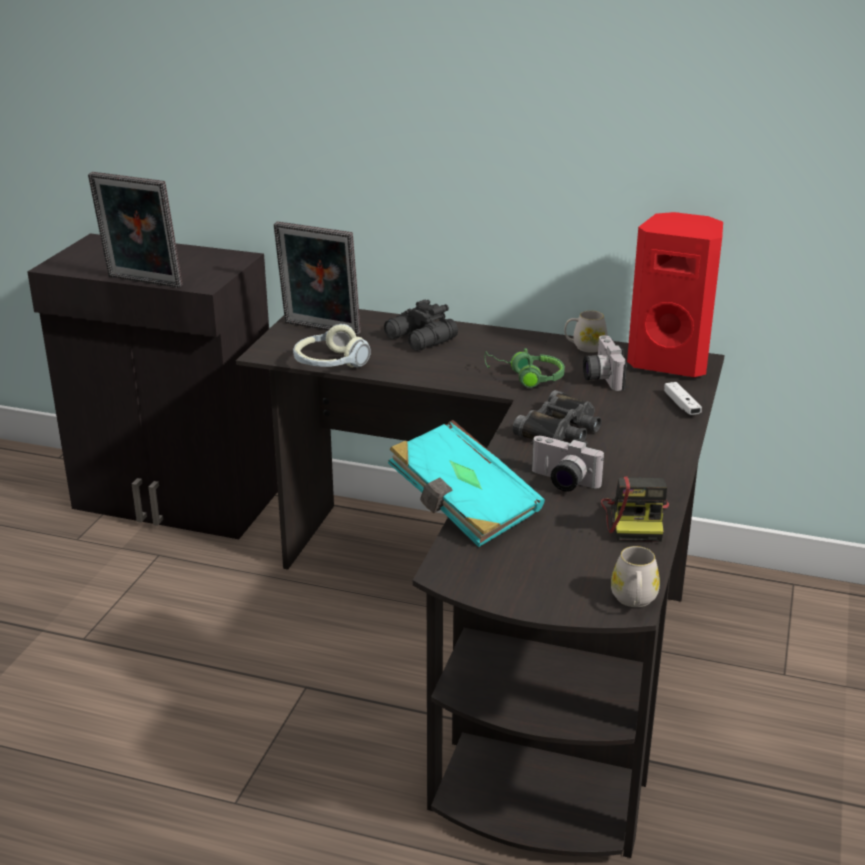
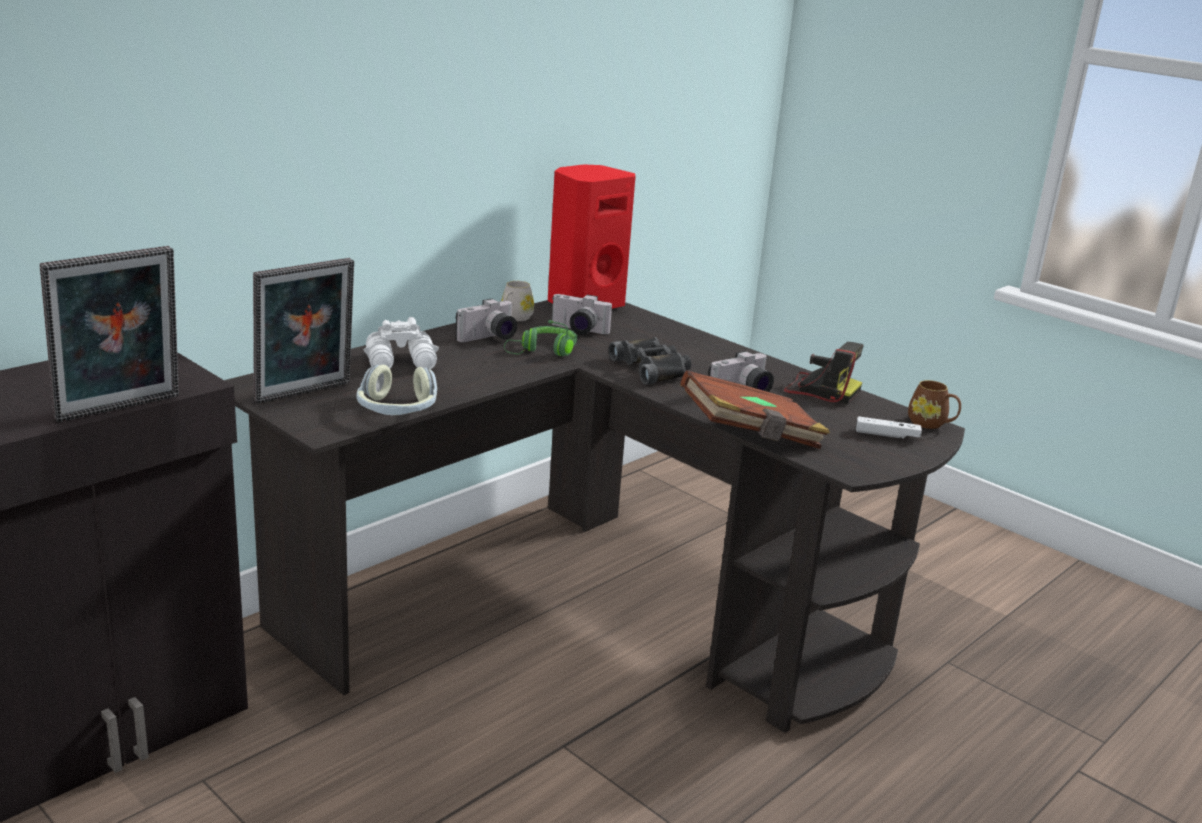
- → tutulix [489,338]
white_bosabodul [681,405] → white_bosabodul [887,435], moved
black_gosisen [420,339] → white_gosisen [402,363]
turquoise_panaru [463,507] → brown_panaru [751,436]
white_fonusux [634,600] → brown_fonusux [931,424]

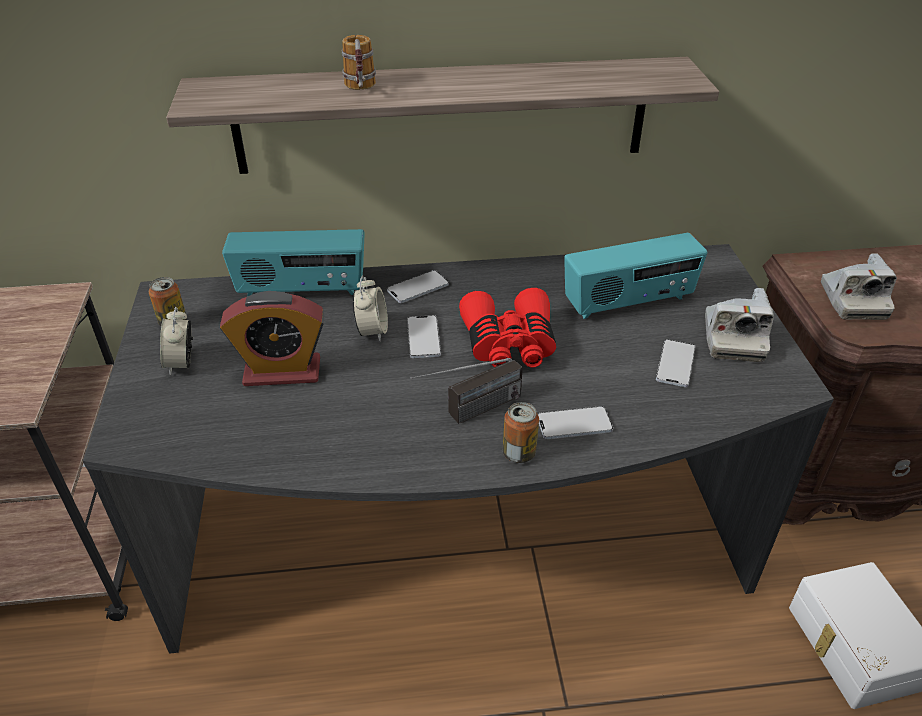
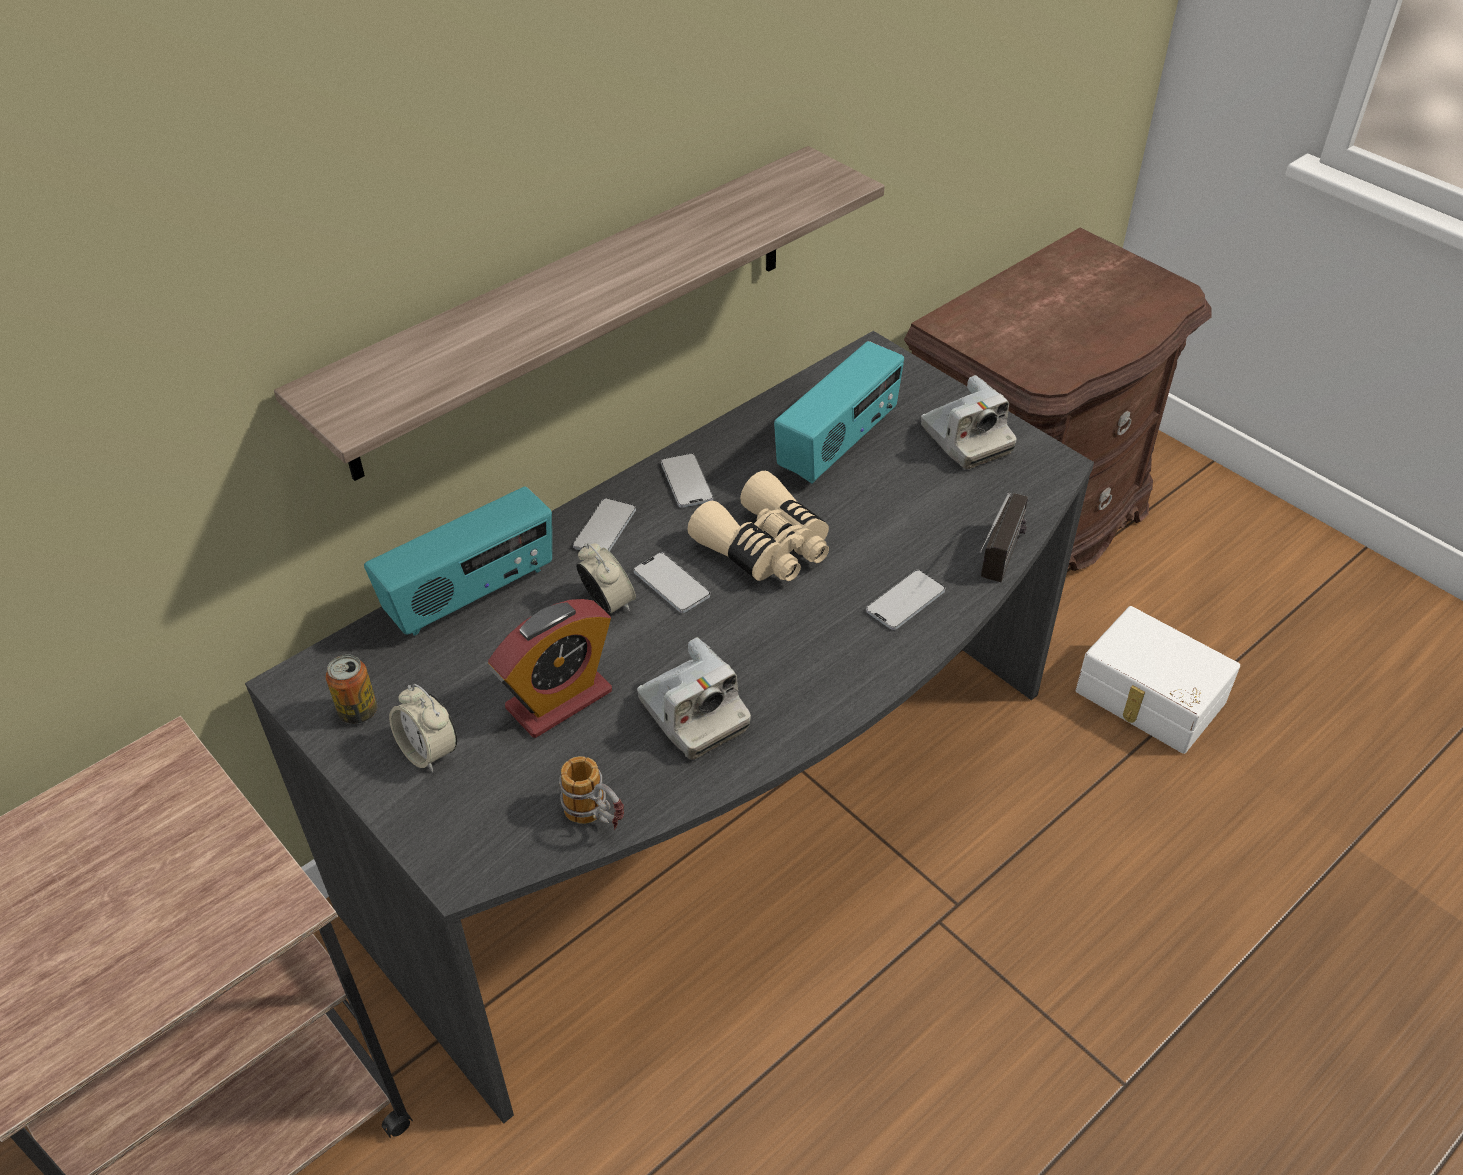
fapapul [519,453] → -
fonusux [360,89] → fonusux [597,819], moved
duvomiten [469,413] → duvomiten [998,568], moved
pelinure [675,364] → pelinure [686,482], moved
tutulix [852,301] → tutulix [693,715], moved
red_gosisen [509,344] → beige_gosisen [766,548]

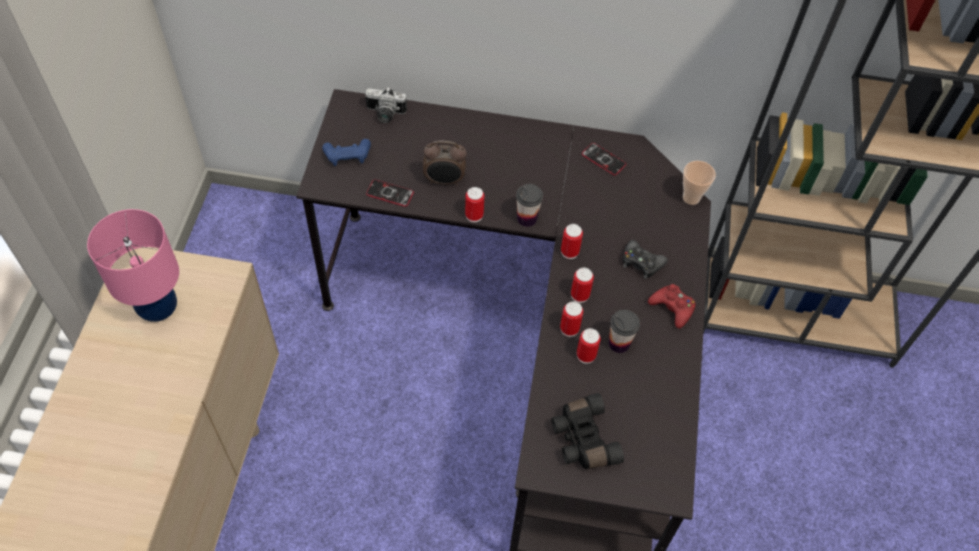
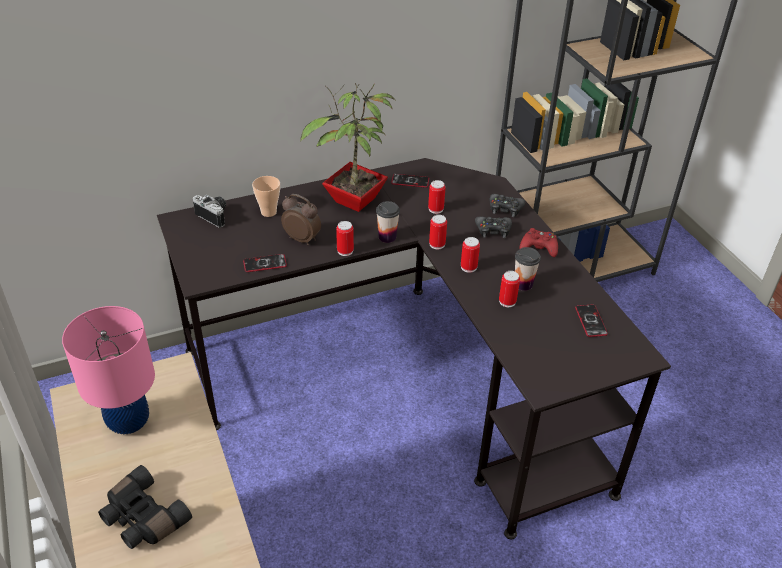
blue_bosabodul [347,156] → -
- → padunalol [353,202]
- → black_bosabodul [505,209]
- → pelinure [590,321]
black_gosisen [582,439] → black_gosisen [142,519], moved
fapapul [569,328] → fapapul [435,209], moved
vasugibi [691,198] → vasugibi [268,212], moved
tutulix [384,114] → tutulix [215,215], 120 degrees counterclockwise
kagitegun [444,181] → kagitegun [302,239], 120 degrees counterclockwise

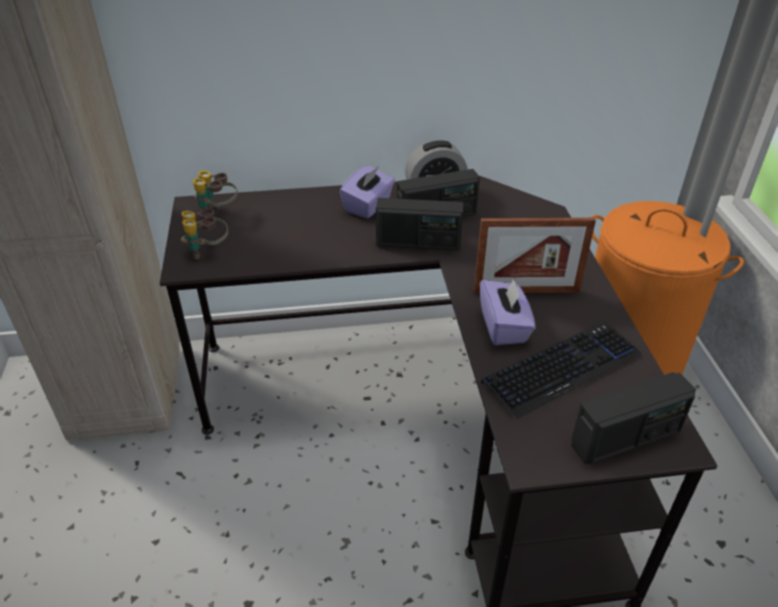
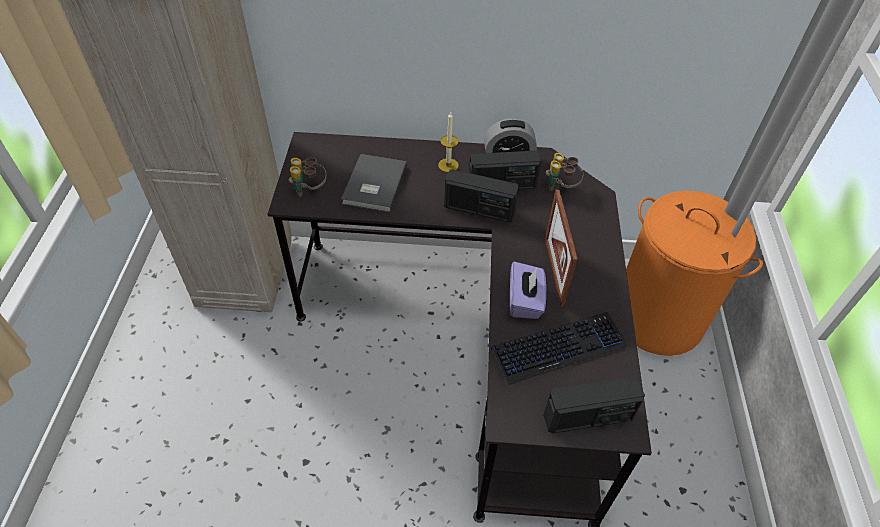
- → grey_panaru [373,185]
gosisen [218,212] → gosisen [561,187], moved
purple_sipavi [368,205] → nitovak [448,165]
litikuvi [526,291] → litikuvi [554,271], 75 degrees clockwise

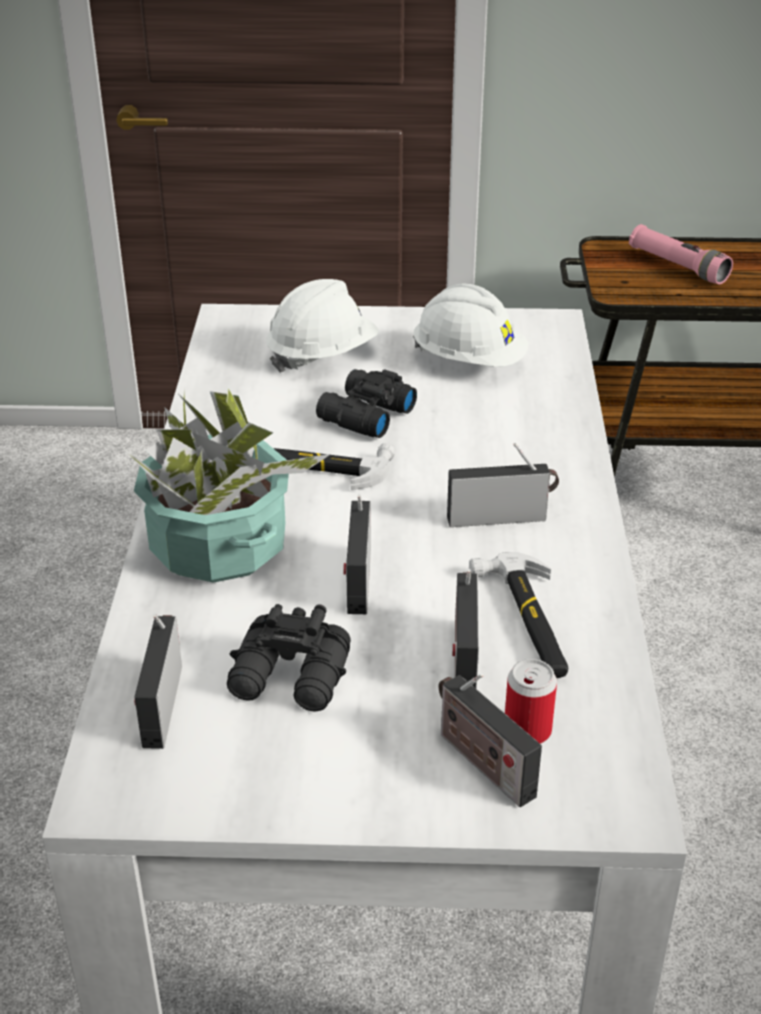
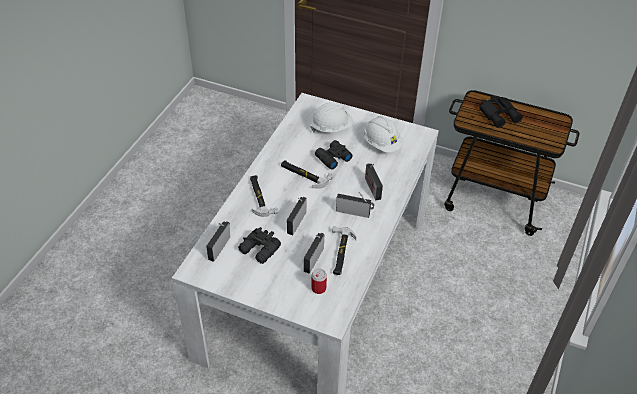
duvomiten [481,762] → duvomiten [371,187], moved
padunalol [218,545] → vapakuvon [260,197]
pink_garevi [677,266] → black_gosisen [499,114]

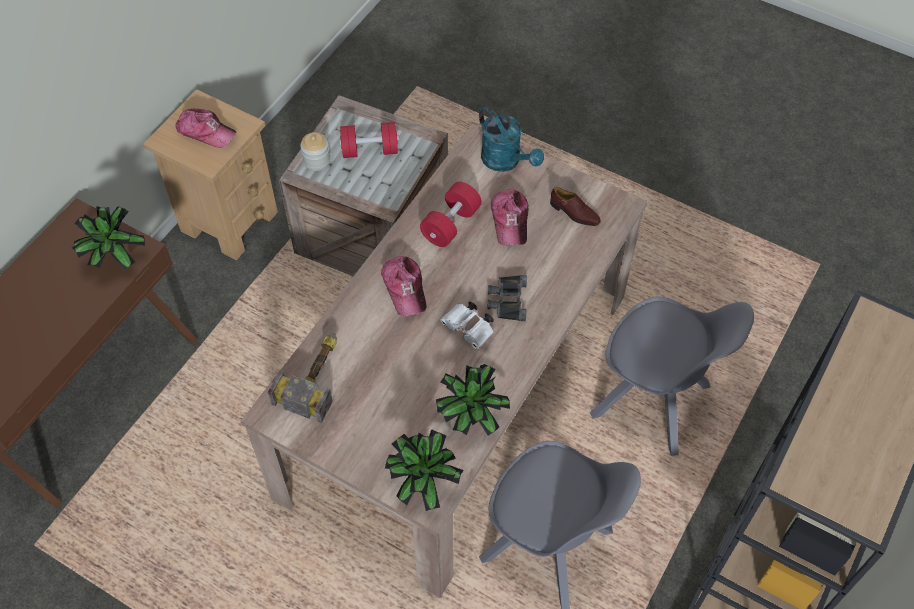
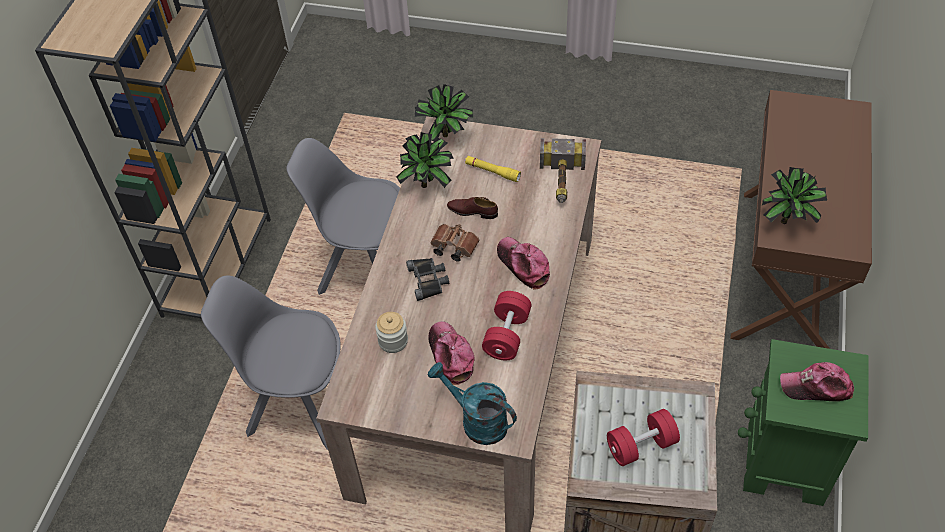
- → yellow_garevi [492,172]
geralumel [317,161] → geralumel [393,341], moved
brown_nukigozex [574,213] → brown_nukigozex [472,211], moved
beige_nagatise [231,221] → green_nagatise [782,464]
white_gosisen [470,330] → brown_gosisen [452,247]

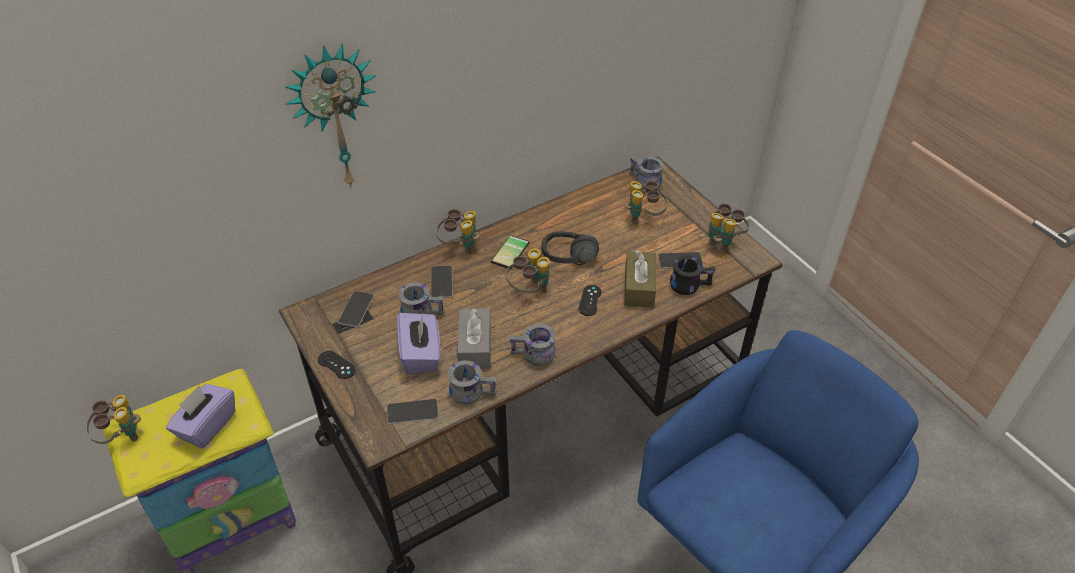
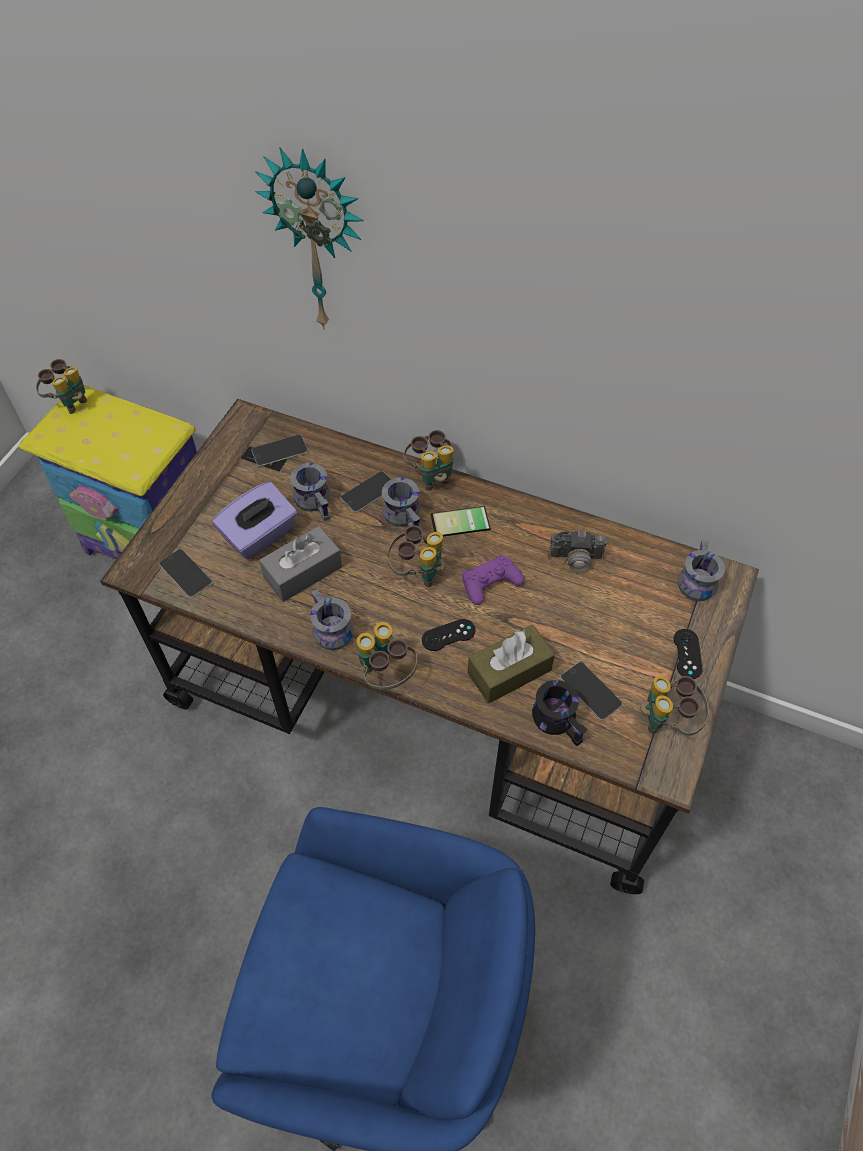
purple_sipavi [207,426] → -
- → tutulix [581,561]
black_bosabodul [336,365] → black_bosabodul [687,654], moved
grey_fonusux [472,390] → grey_fonusux [406,516], moved
gosisen [644,217] → gosisen [386,674], moved
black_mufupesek [569,262] → purple_bosabodul [490,583]

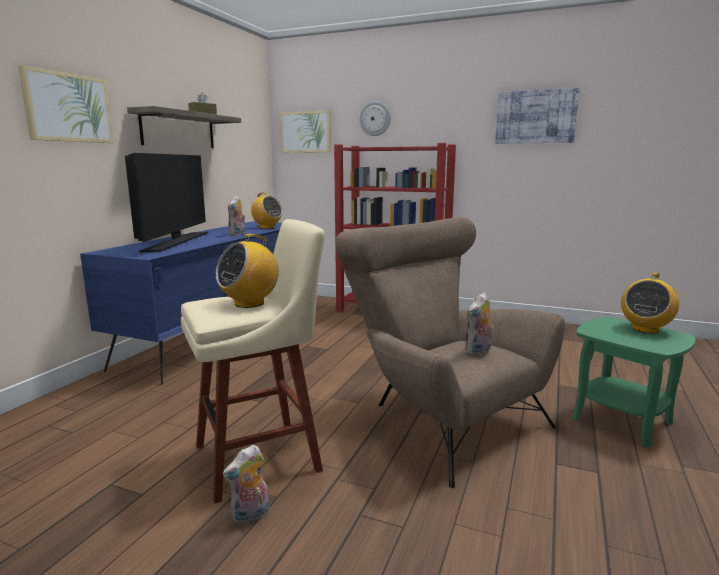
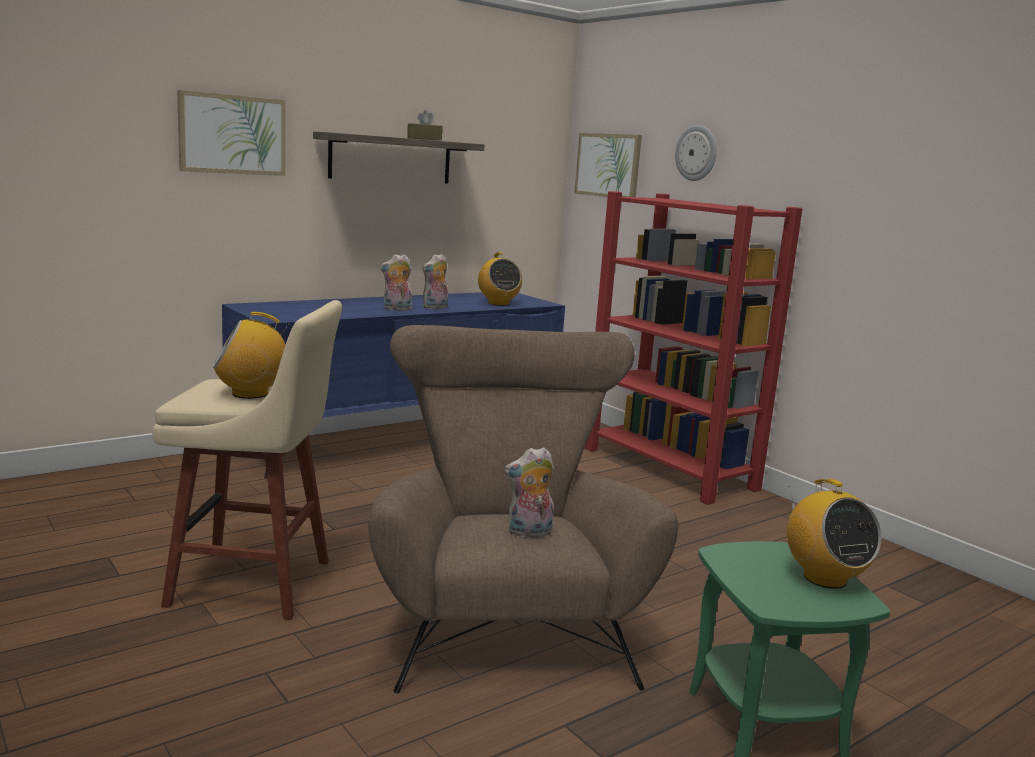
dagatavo [176,242] → -
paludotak [535,117] → -
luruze [250,516] → luruze [396,309], moved
duvomiten [645,329] → duvomiten [824,578], 90 degrees counterclockwise

